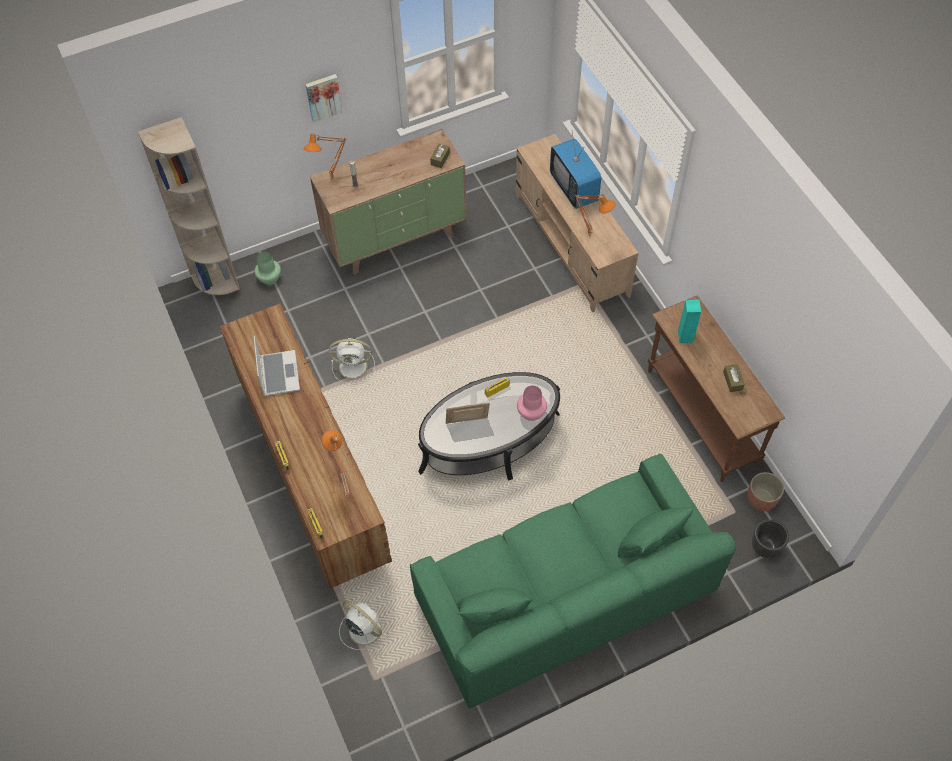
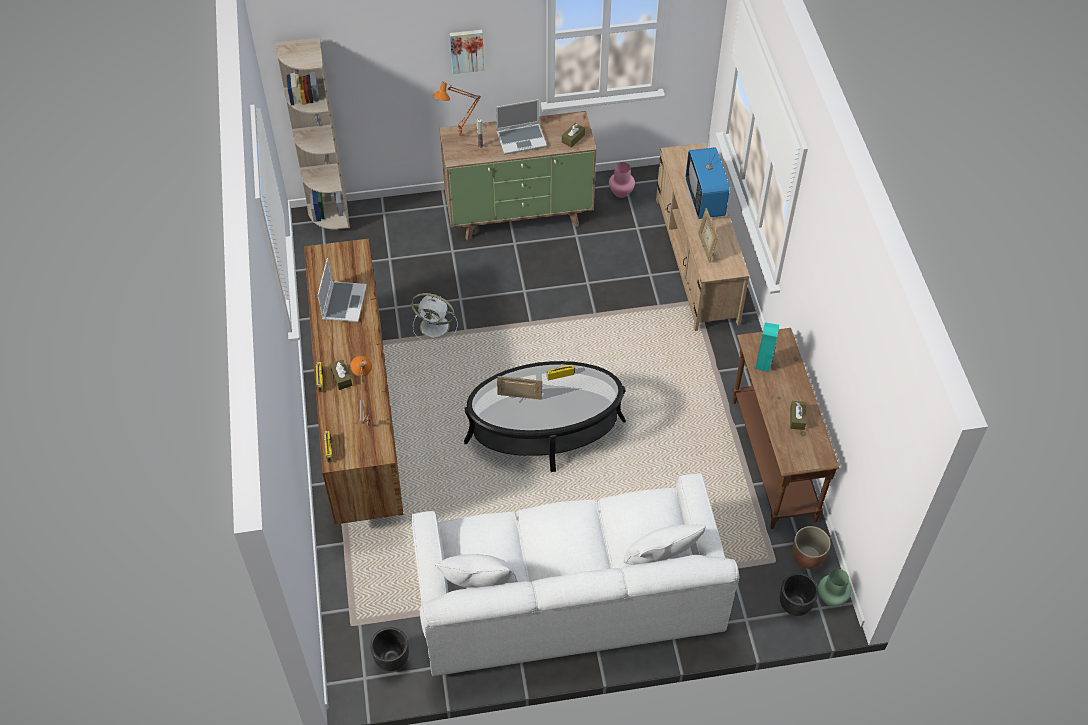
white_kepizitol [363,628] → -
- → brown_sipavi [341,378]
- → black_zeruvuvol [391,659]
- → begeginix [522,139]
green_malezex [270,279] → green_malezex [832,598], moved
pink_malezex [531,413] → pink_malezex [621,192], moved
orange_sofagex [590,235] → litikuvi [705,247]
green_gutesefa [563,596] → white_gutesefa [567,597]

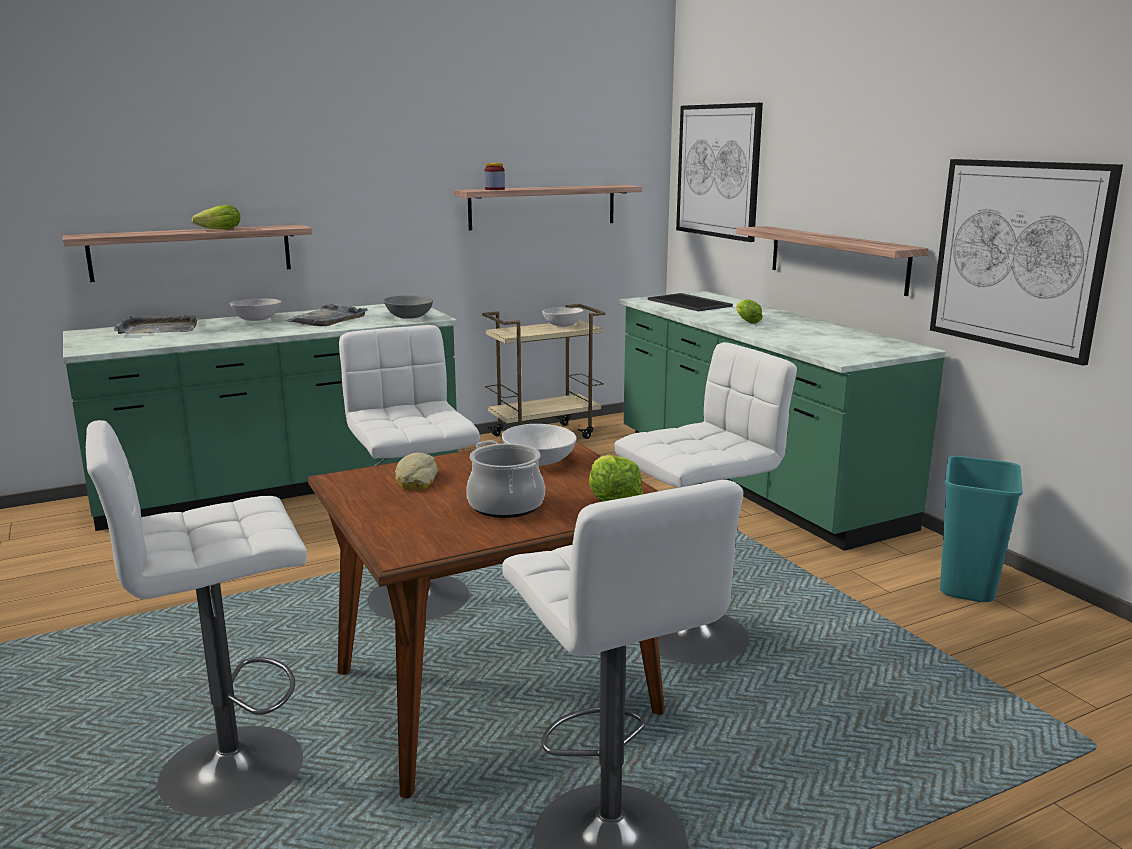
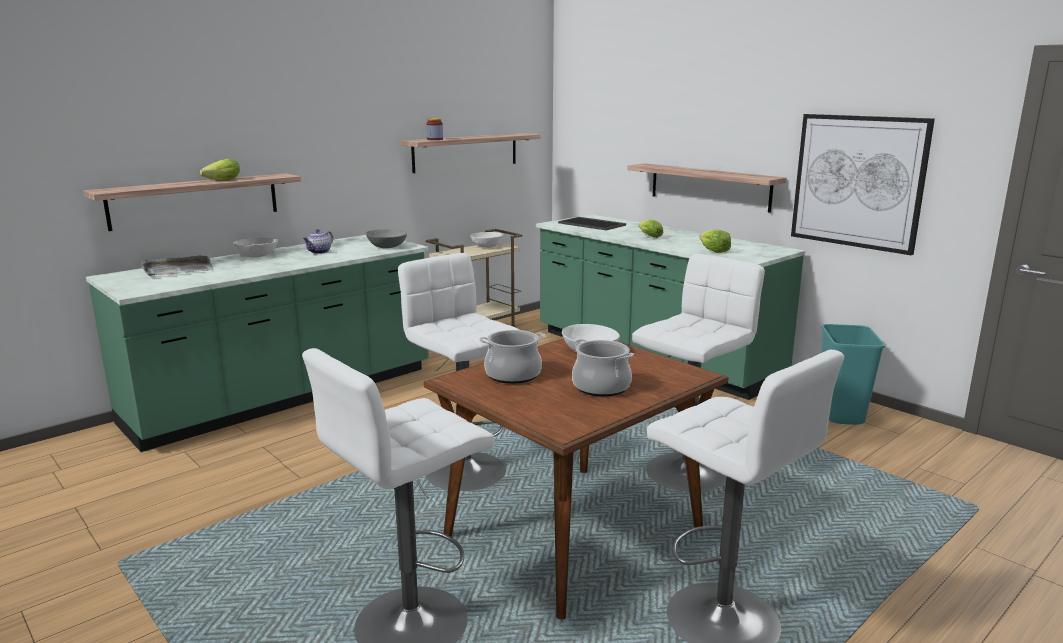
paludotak [718,171] → -
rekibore [612,498] → rekibore [713,251], moved
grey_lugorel [327,319] → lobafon [319,252]
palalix [415,480] → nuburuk [513,375]

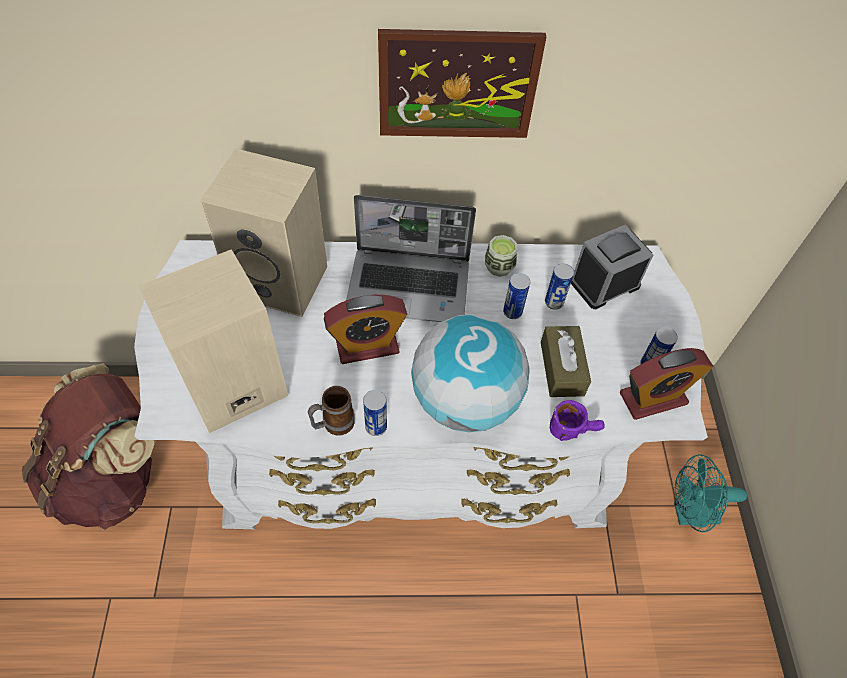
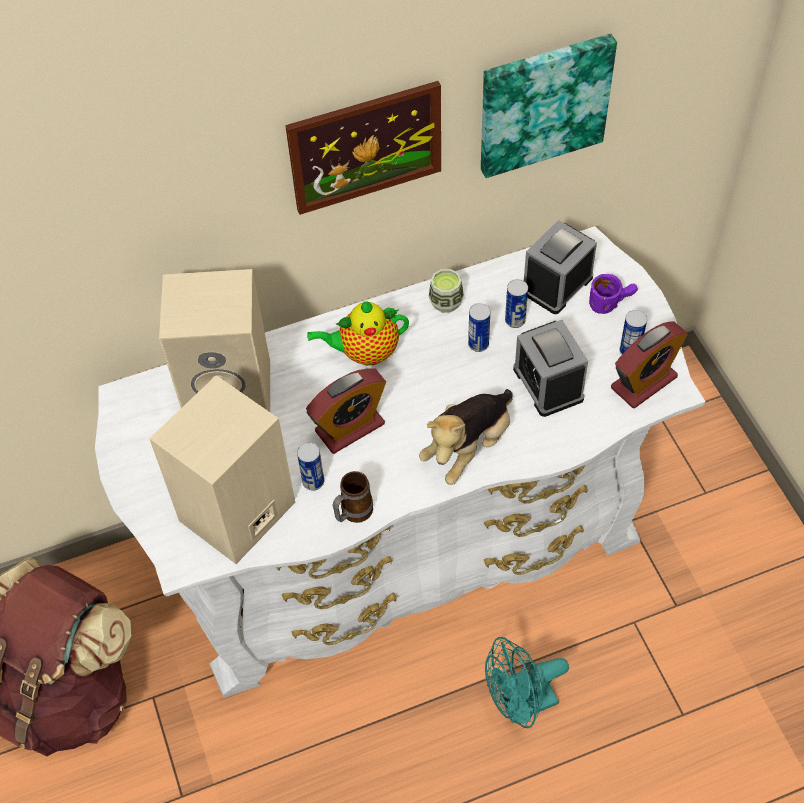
- → paludotak [543,103]
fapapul [376,427] → fapapul [313,481], moved
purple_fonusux [573,429] → purple_fonusux [611,301], moved
turquoise_kepizitol [688,514] → turquoise_kepizitol [520,705], moved
begeginix [410,286] → lobafon [365,352]
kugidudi [465,400] → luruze [468,446]
brown_sipavi [562,368] → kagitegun [548,383]

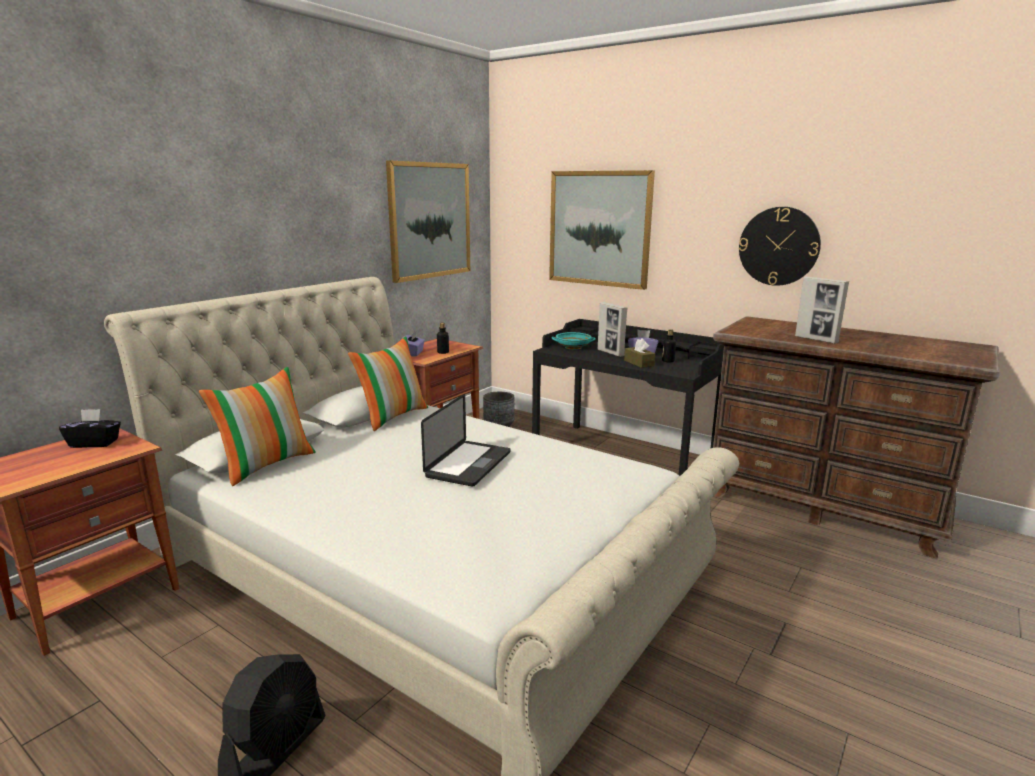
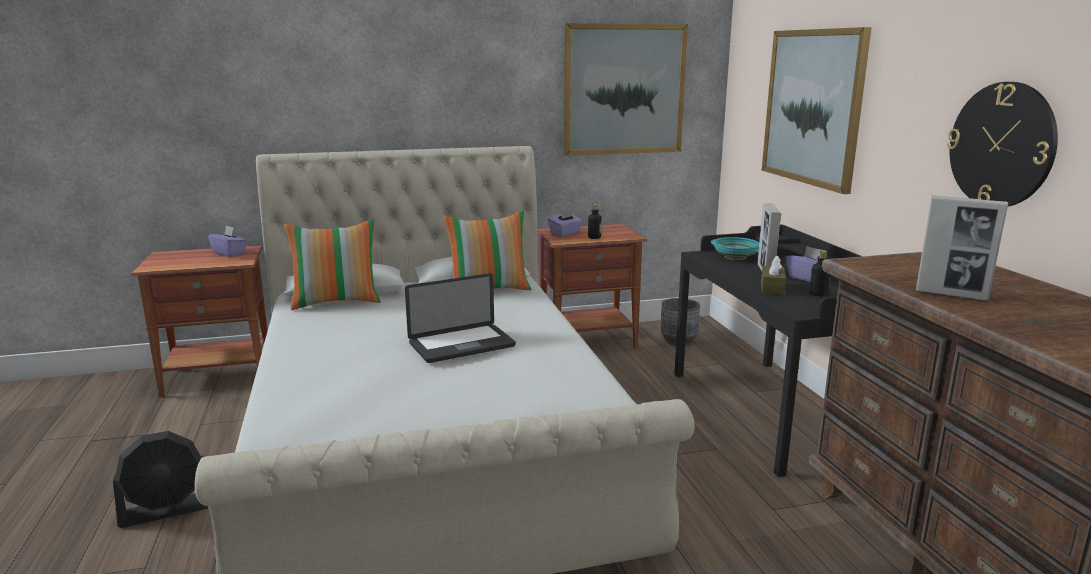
black_sipavi [94,443] → purple_sipavi [230,253]
litikuvi [816,339] → litikuvi [951,295], 60 degrees counterclockwise

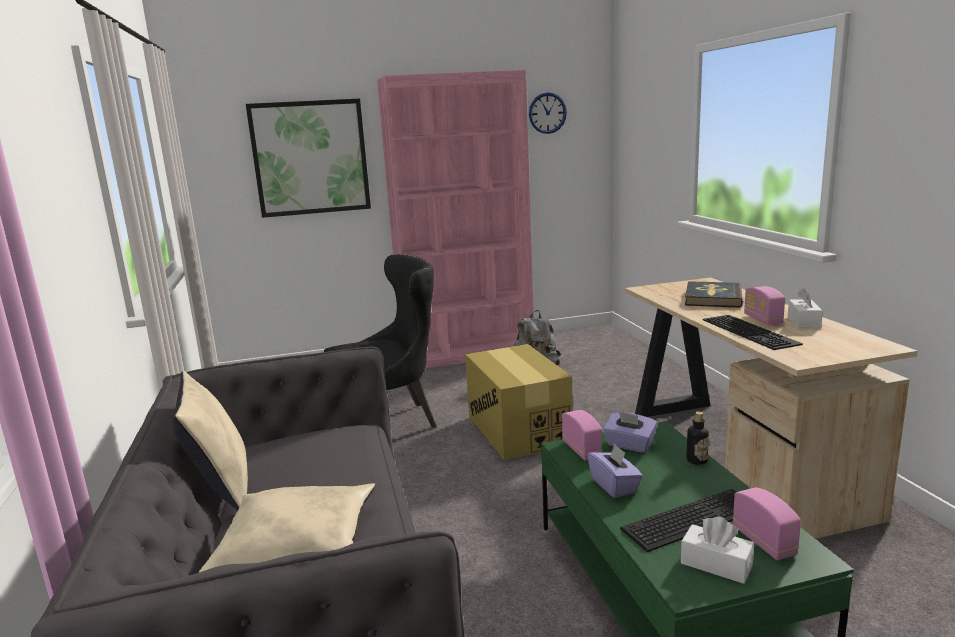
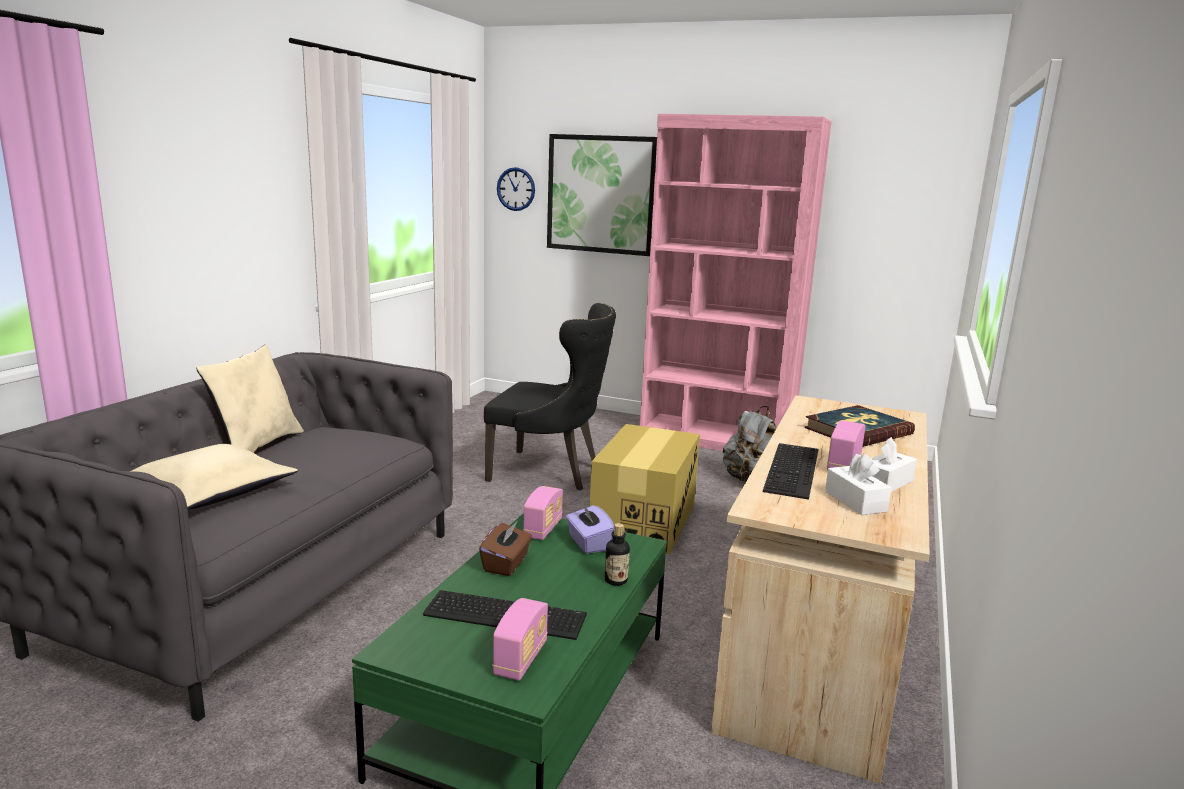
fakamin [547,113] → fakamin [516,189], moved
white_sipavi [716,564] → white_sipavi [855,501], moved
purple_sipavi [614,486] → brown_sipavi [506,564]

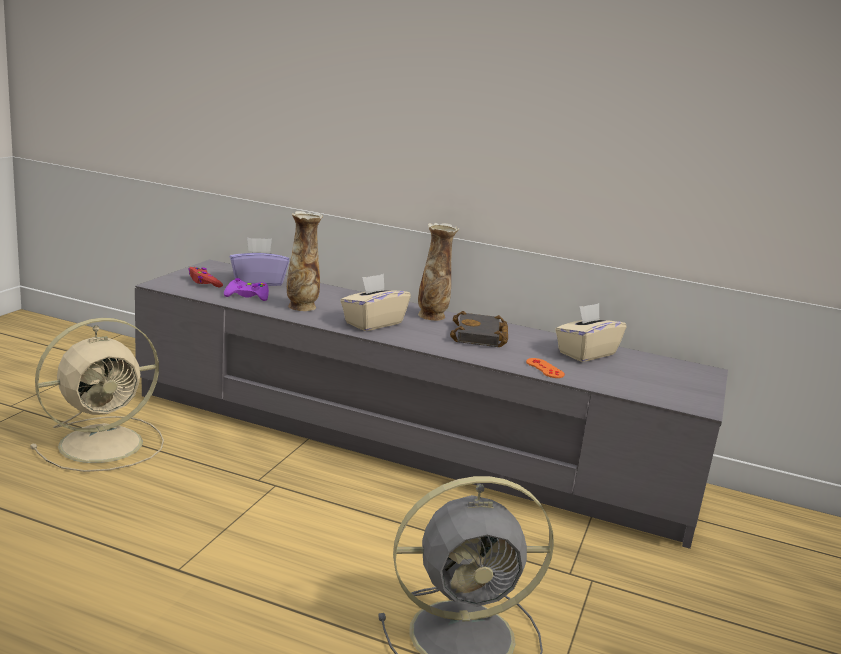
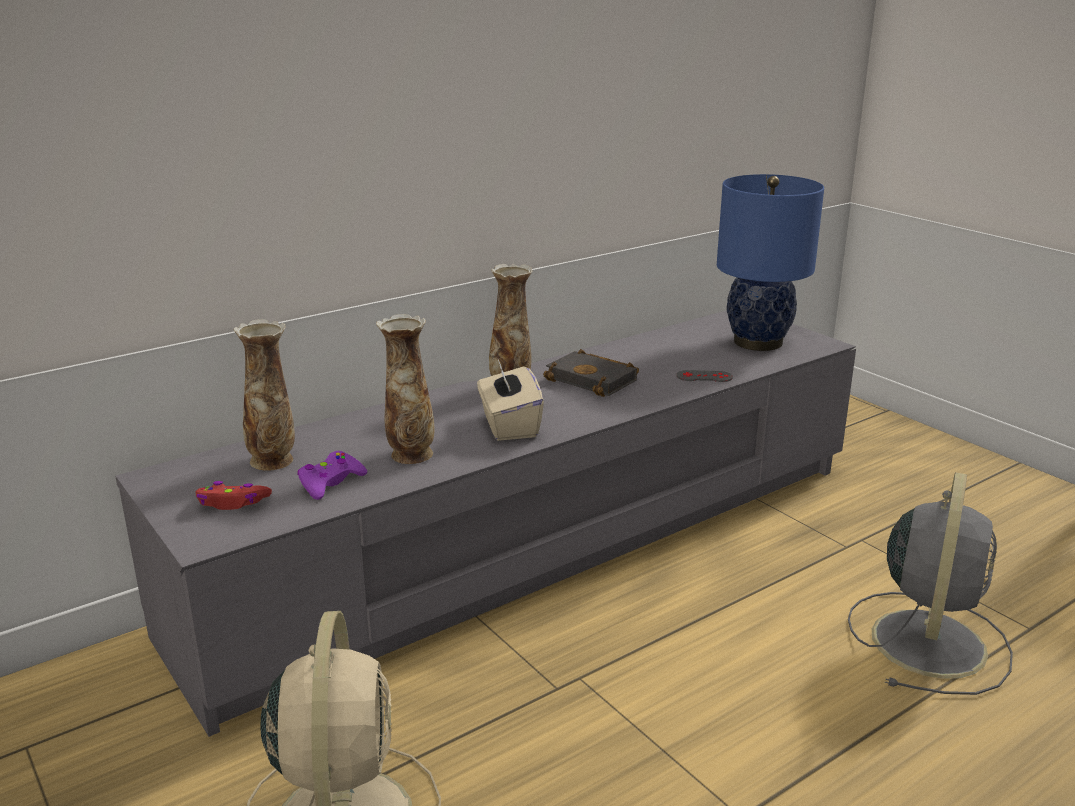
beige_sipavi [586,353] → -
- → blue_sofagex [758,342]
purple_sipavi [258,281] → malezex [273,461]
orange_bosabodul [545,368] → grey_bosabodul [704,376]

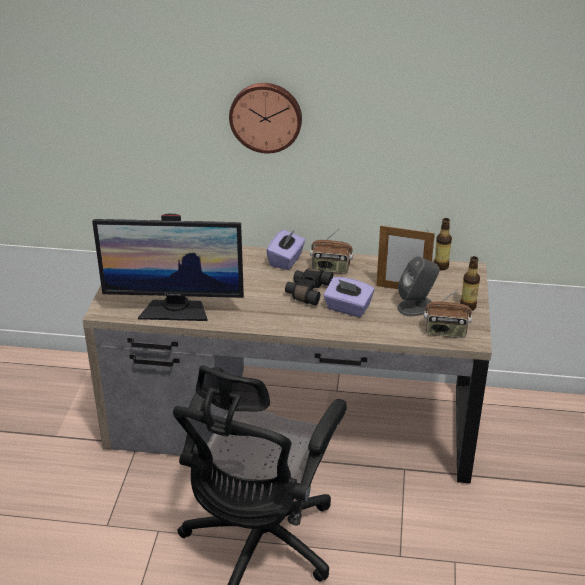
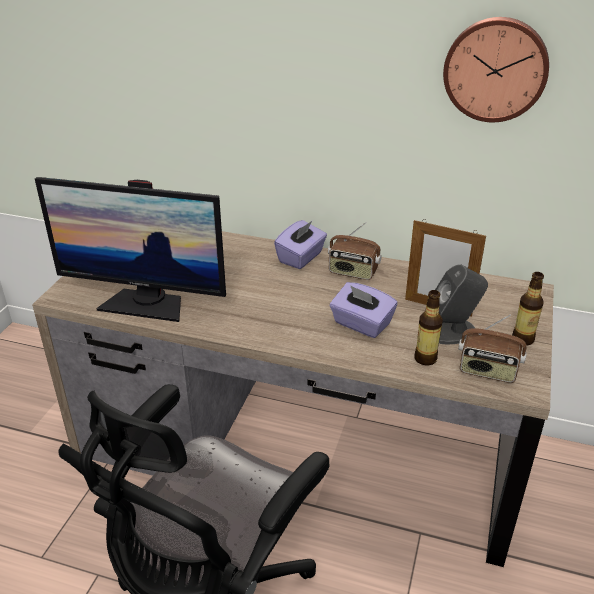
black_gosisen [307,292] → -
fakamin [266,116] → fakamin [495,69], moved
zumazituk [441,266] → zumazituk [425,359], moved

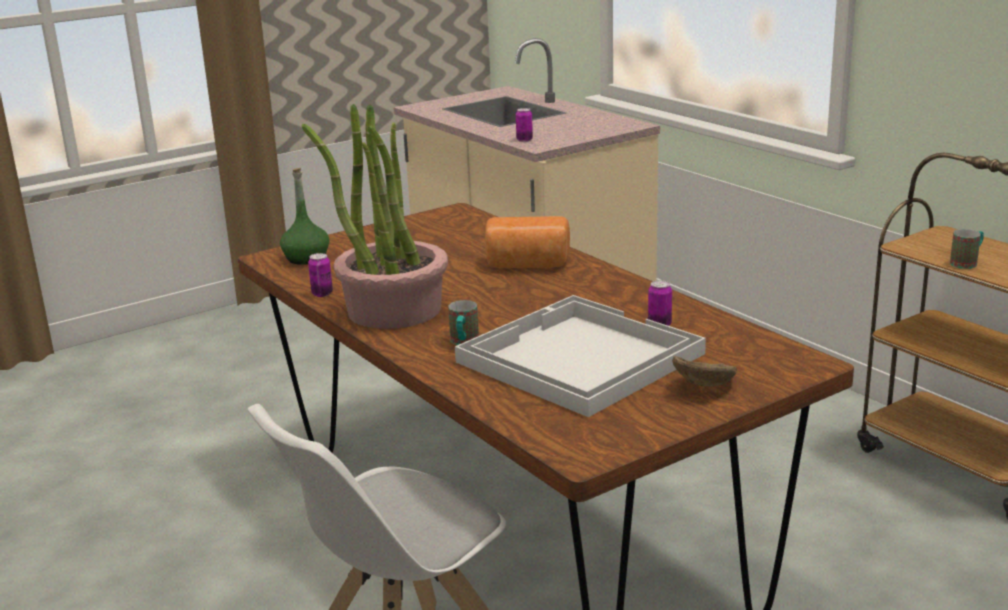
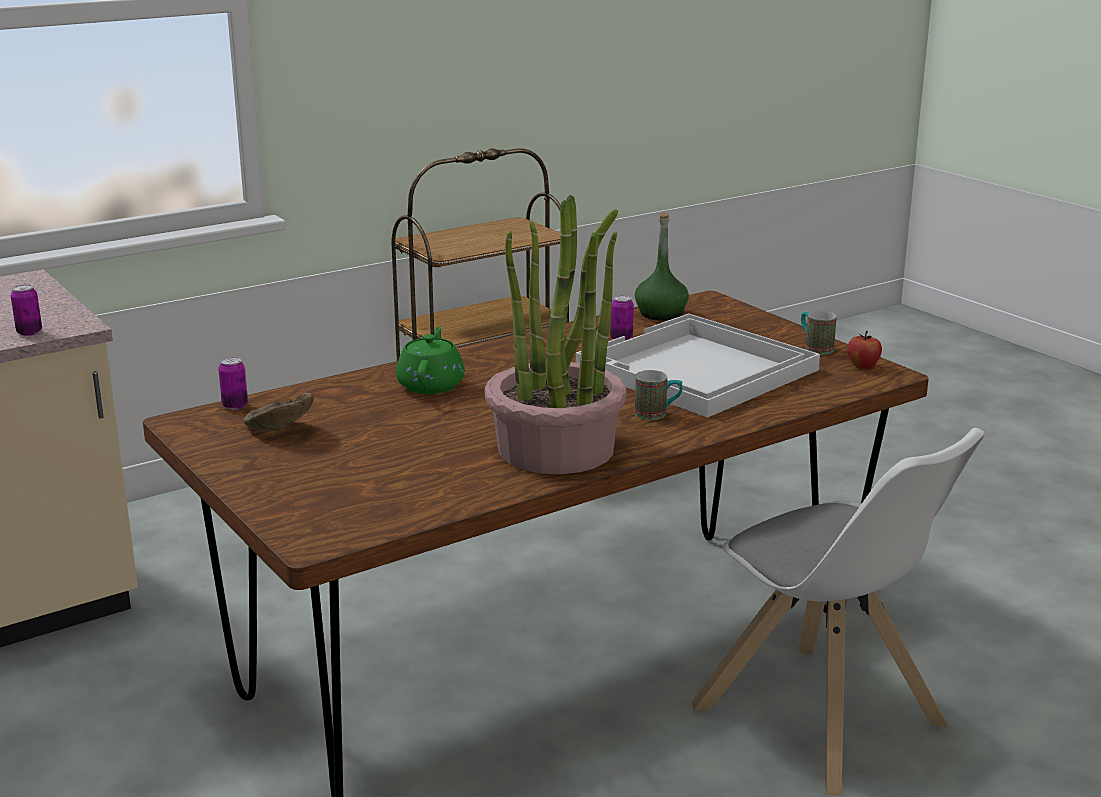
- → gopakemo [863,366]
green_zumazituk [306,258] → green_zumazituk [661,314], moved
fapapul [322,294] → fapapul [235,406], moved
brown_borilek [706,386] → brown_borilek [278,429], moved
fonusux [967,263] → fonusux [814,348], moved
palalix [527,265] → green_lobafon [431,385]

